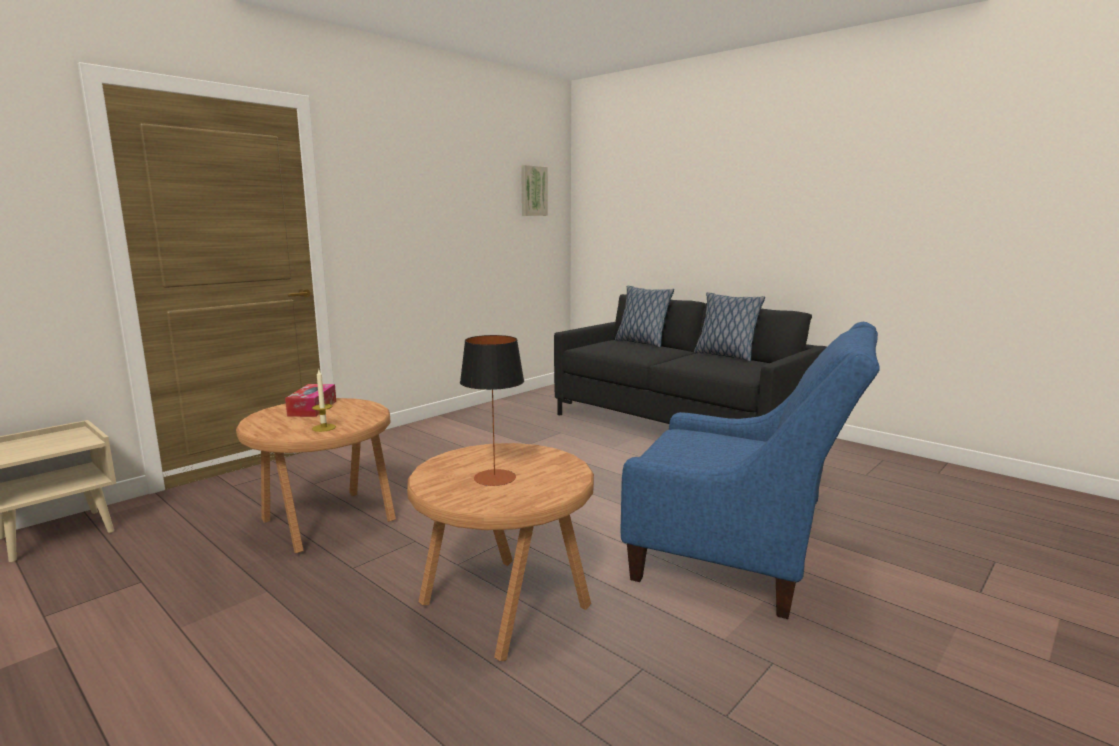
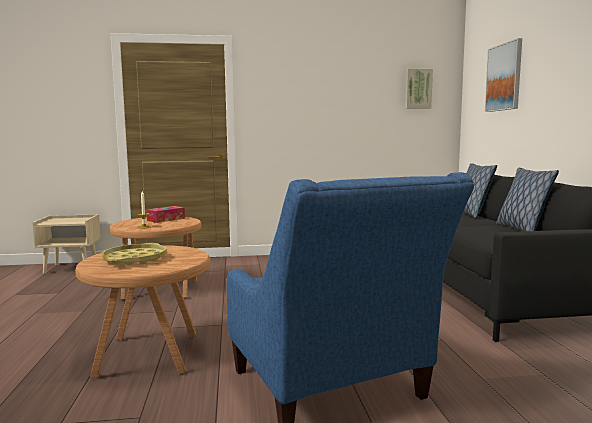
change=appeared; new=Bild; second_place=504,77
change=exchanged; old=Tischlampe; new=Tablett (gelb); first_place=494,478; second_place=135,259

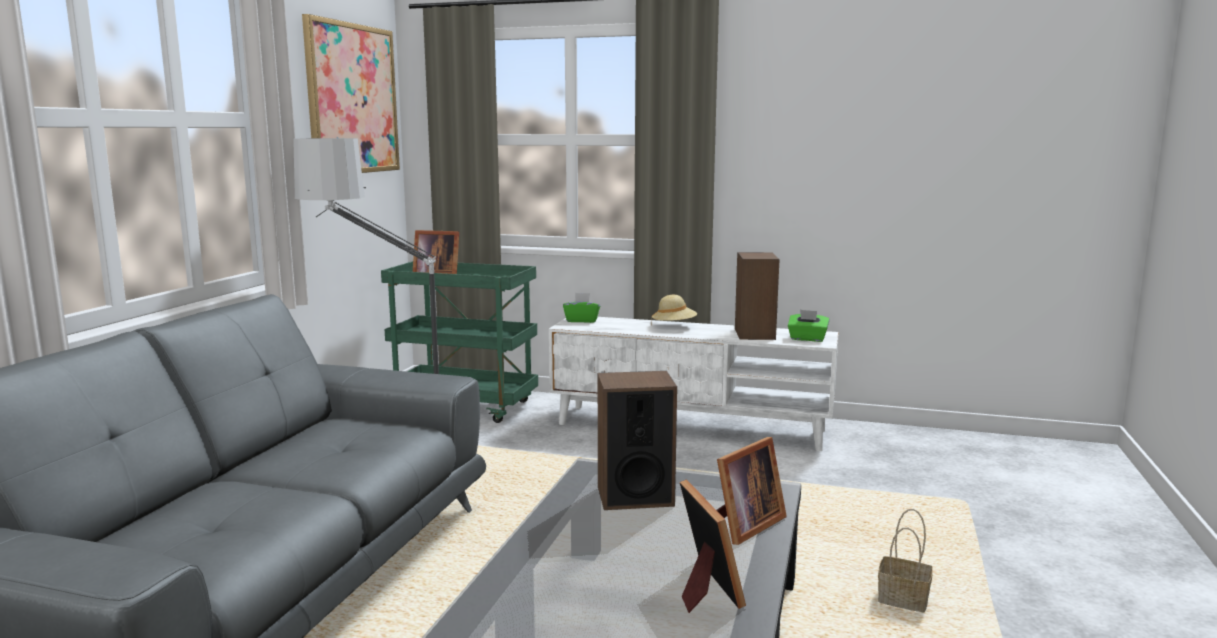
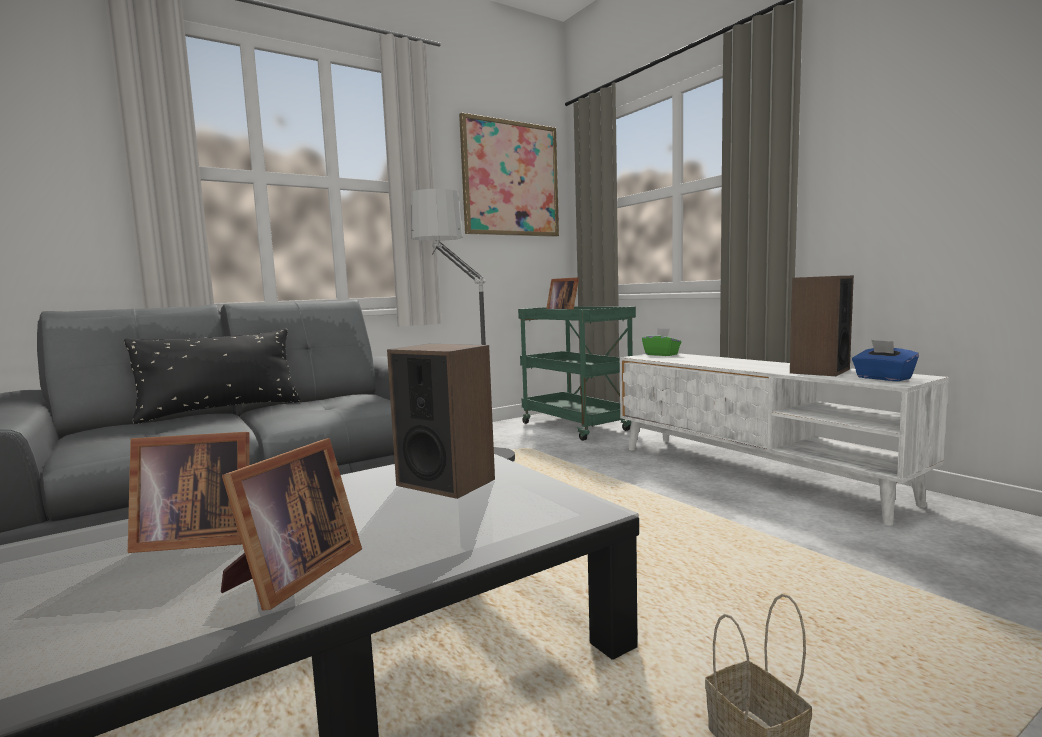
change=missing; old=Hut (beige); first_place=674,326
change=appeared; new=Kissen (schwarz); second_place=221,411
change=relocated; old=Bilderrahmen; first_place=743,526; second_place=195,539
change=colour; old=Taschentuchbox (grün); new=Taschentuchbox (blau); first_place=807,339; second_place=883,378

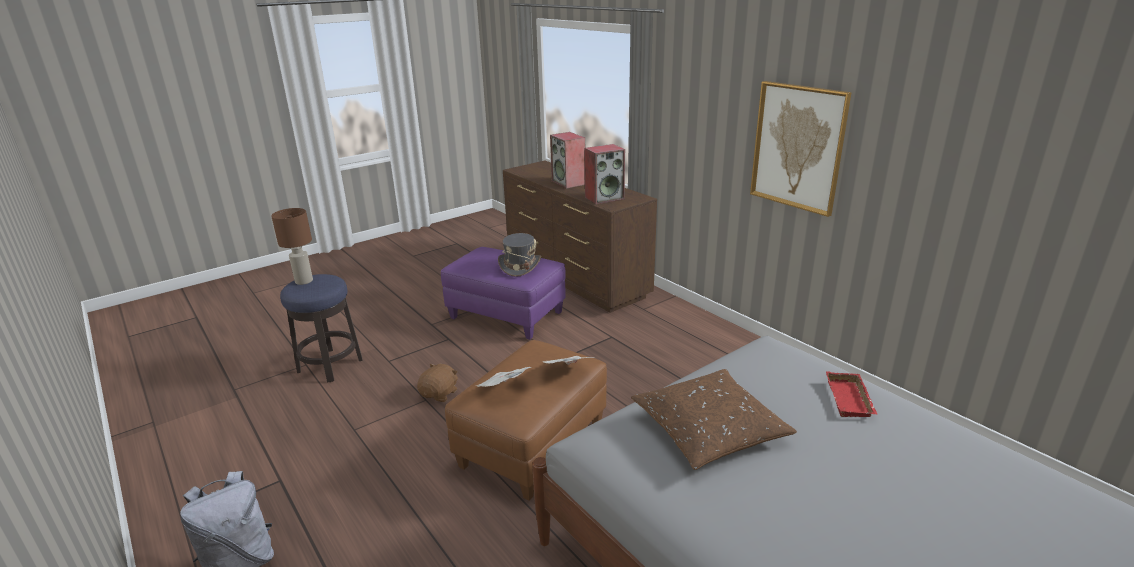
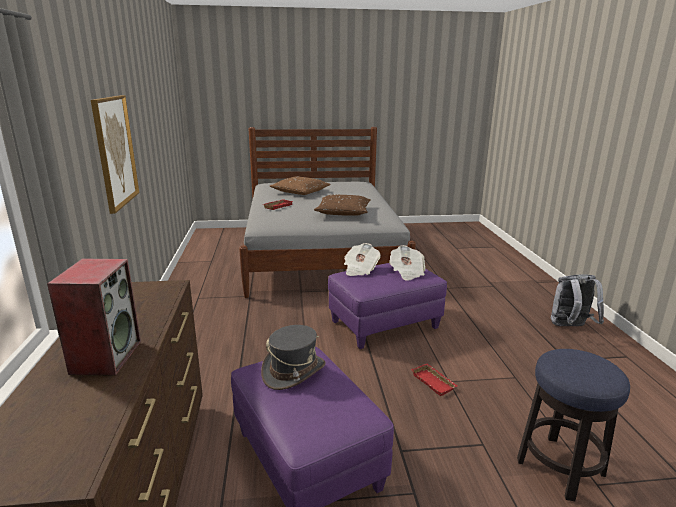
change=missing; old=Tischlampe (braun); first_place=304,281
change=missing; old=Lautsprecher; first_place=604,198
change=appeared; new=Kissen (braun); second_place=300,192
change=exchanged; old=Plüschtier (braun); new=Tablett (rot); first_place=440,394; second_place=434,382
change=colour; old=Polsterhocker (braun); new=Polsterhocker (lila); first_place=533,446; second_place=384,325

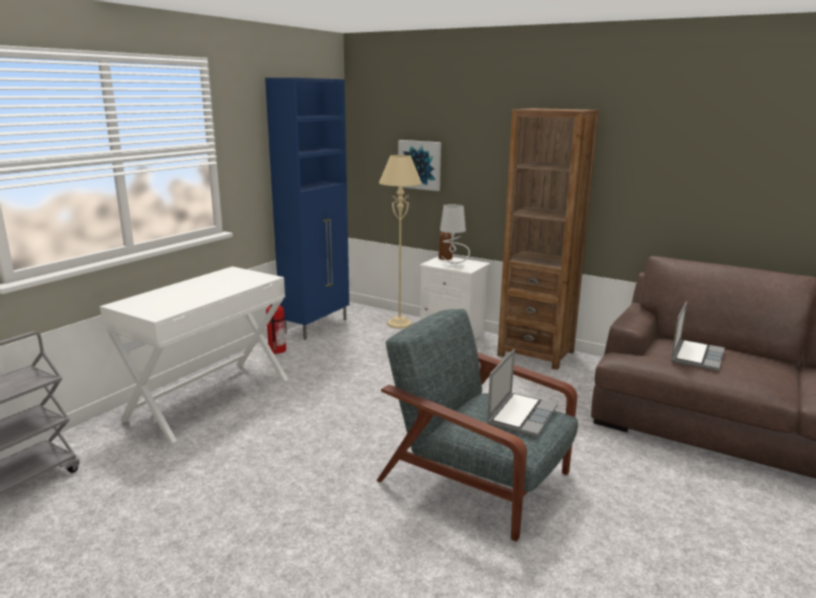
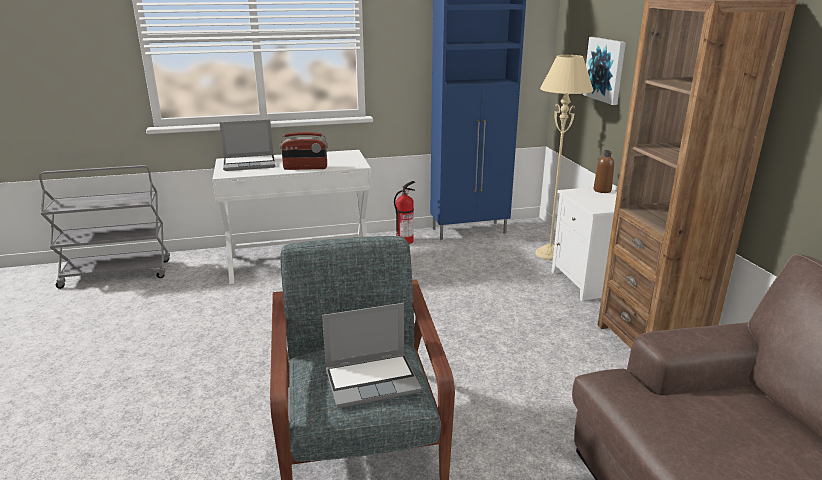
change=missing; old=Tischlampe (grau); first_place=452,265
change=appeared; new=Radio; second_place=305,168
change=relocated; old=Laptop; first_place=696,356; second_place=250,164

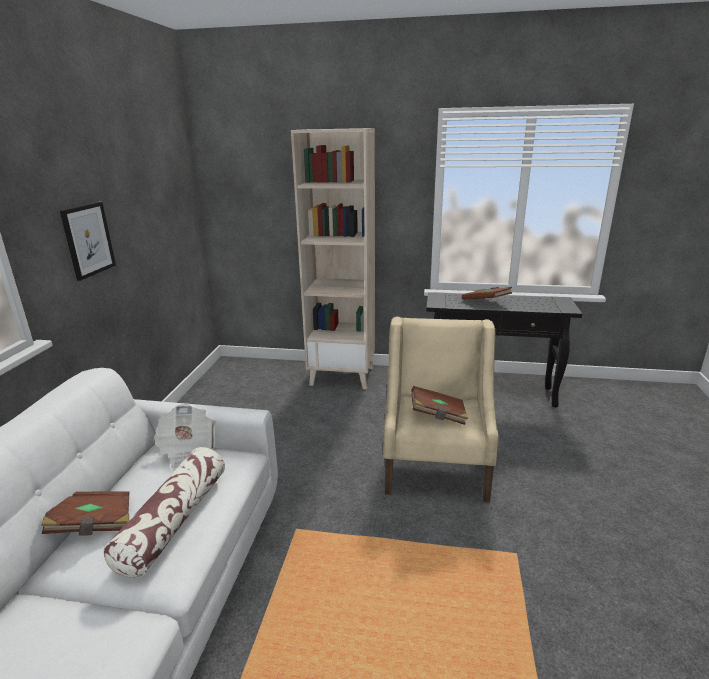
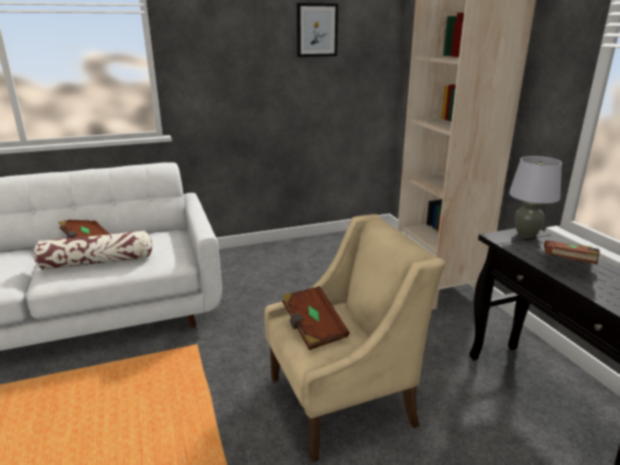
change=missing; old=Zeitung; first_place=188,451
change=appeared; new=Tischlampe (grau); second_place=526,234
change=relocated; old=Bild; first_place=88,240; second_place=317,30

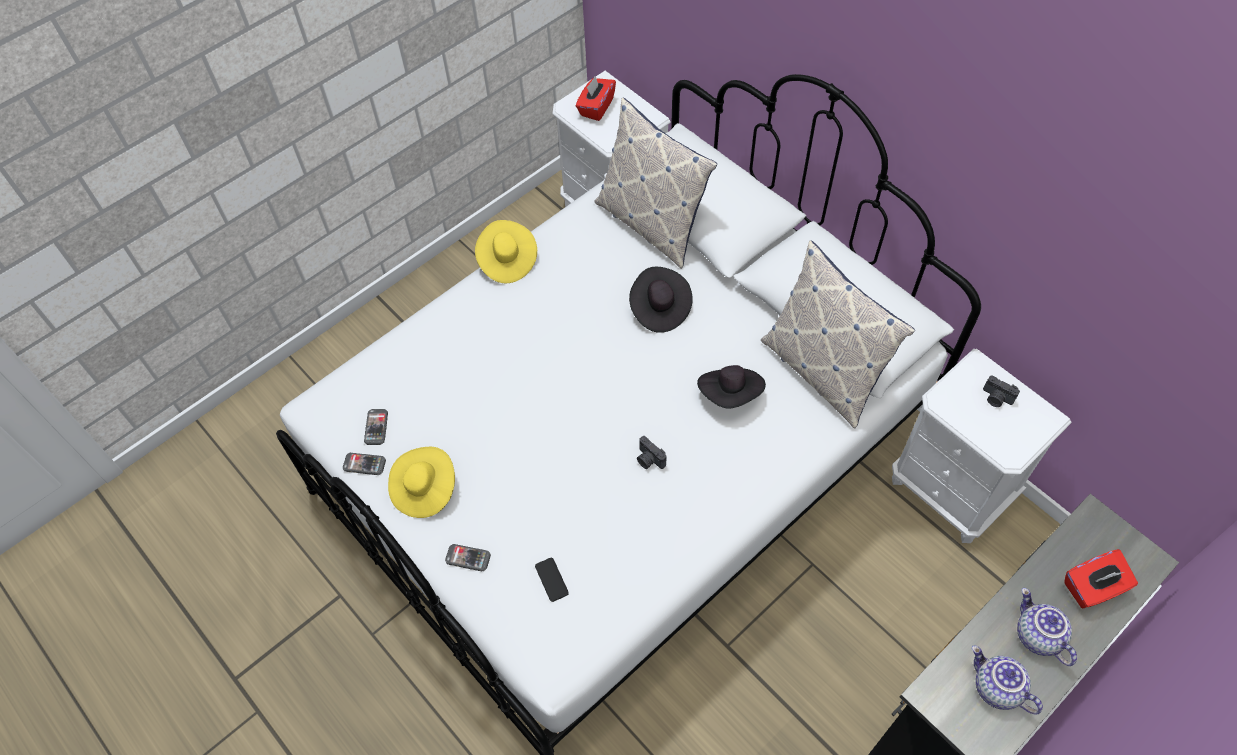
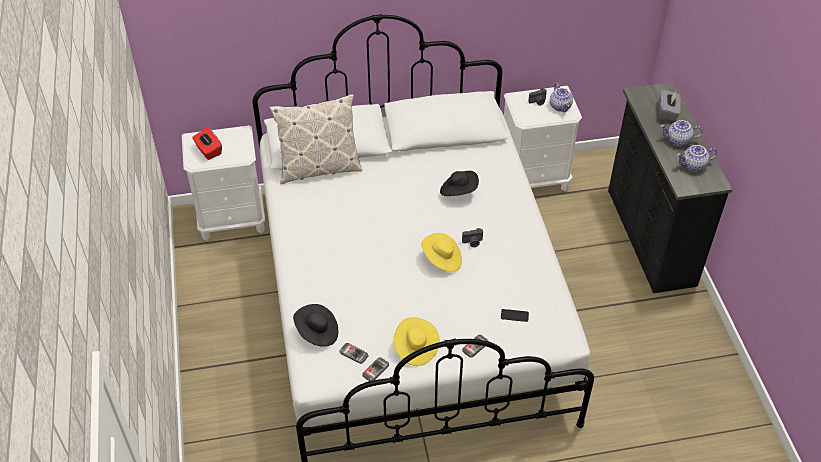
change=missing; old=Kissen; first_place=822,371
change=appeared; new=Teekanne; second_place=561,106
change=relocated; old=Hut (gelb); first_place=507,261; second_place=442,260
change=relocated; old=Hut (schwarz); first_place=659,308; second_place=317,332
change=colour; old=Taschentuchbox (rot); new=Taschentuchbox (grau); first_place=1093,588; second_place=667,112

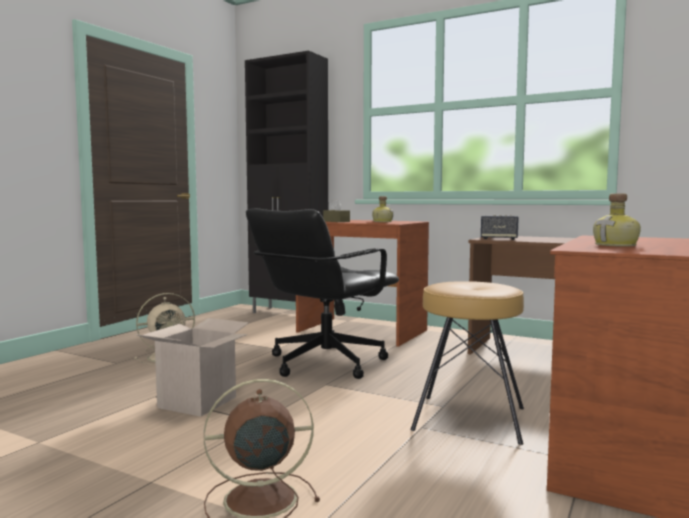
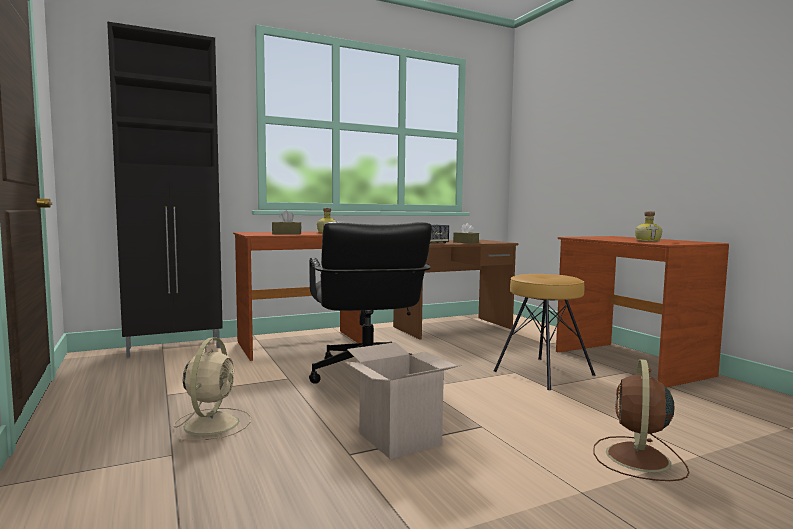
change=appeared; new=Taschentuchbox (braun); second_place=465,242

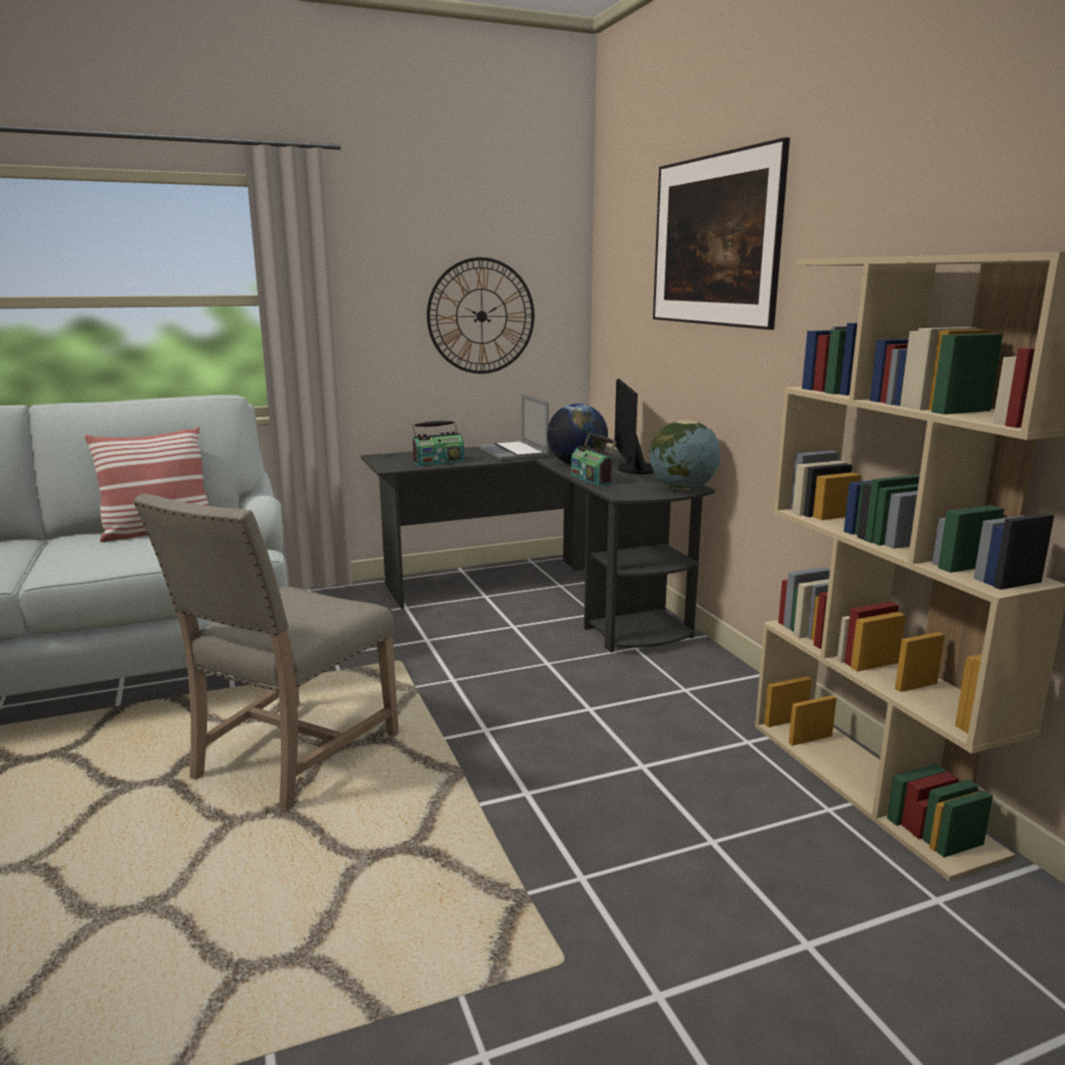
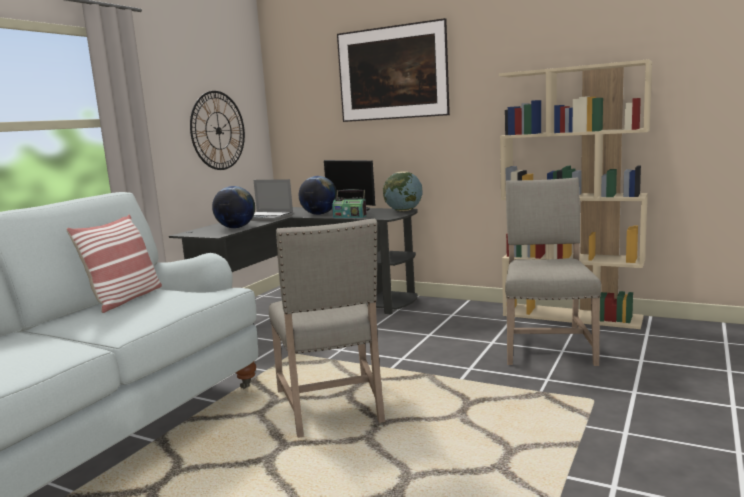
change=appeared; new=Stuhl (beige); second_place=546,346
change=exchanged; old=Radio; new=Globus; first_place=438,462; second_place=236,228

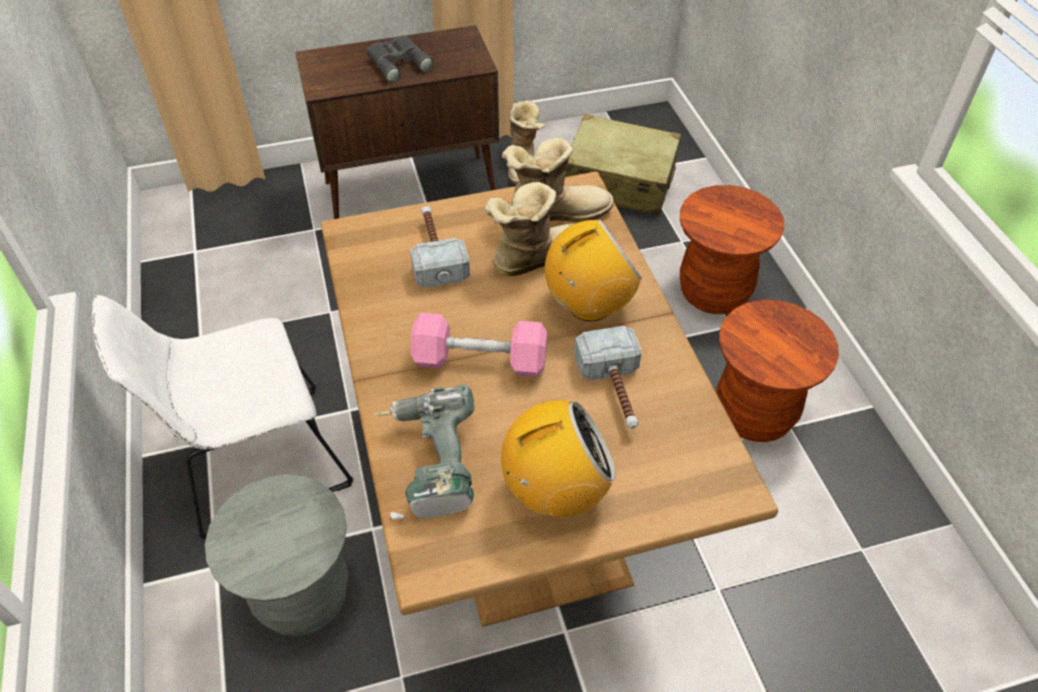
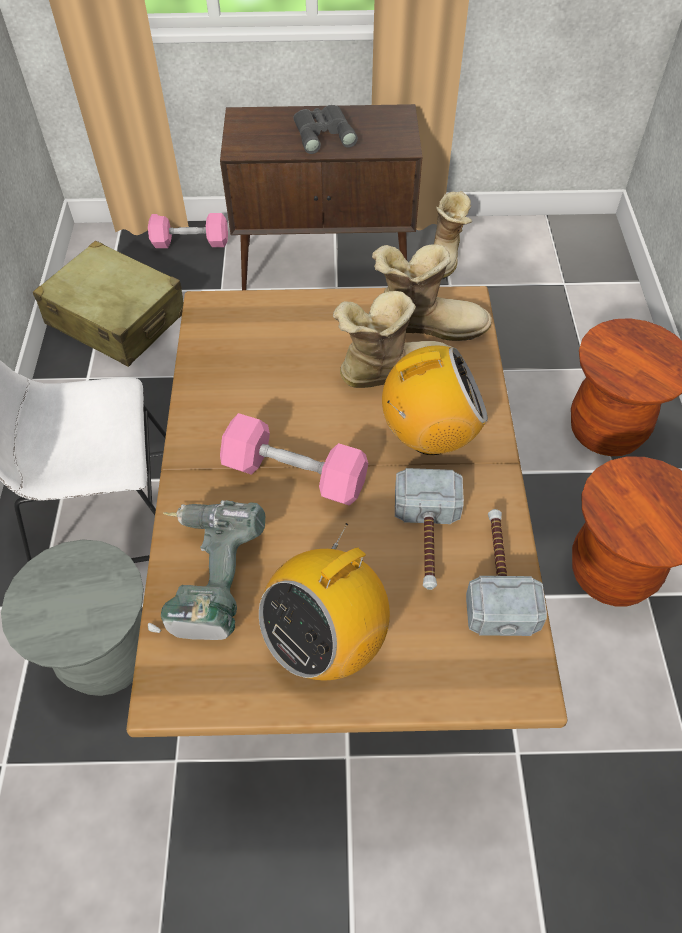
change=appeared; new=Hantel (rosa); second_place=190,242
change=relocated; old=Hammer; first_place=435,253; second_place=497,577
change=relocated; old=Koffer (beige); first_place=618,181; second_place=116,319
change=spun; old=Radio; first_place=556,492; second_place=326,640; degrees=135

